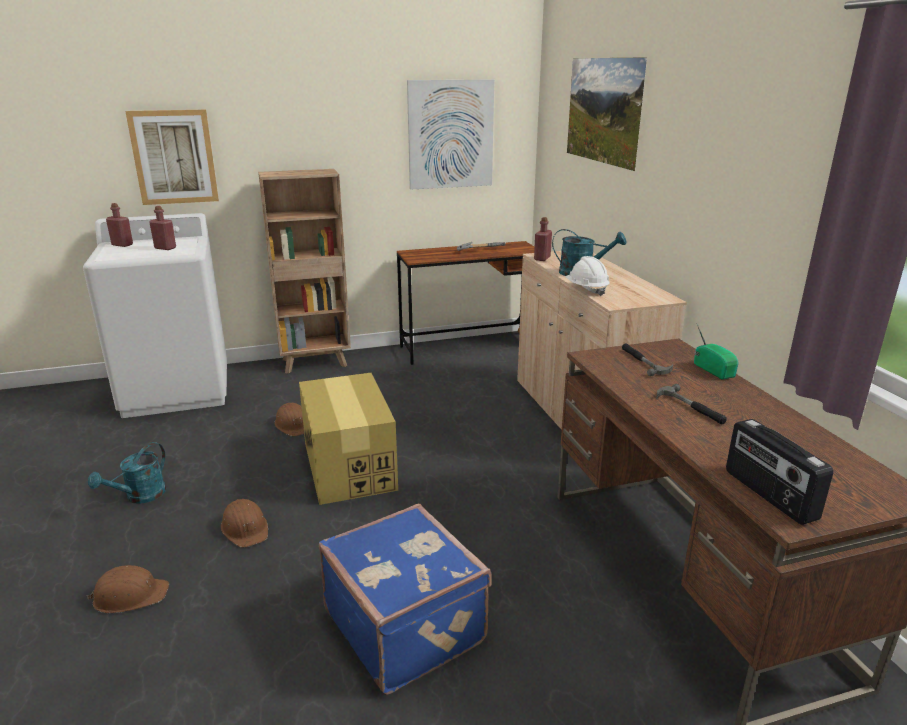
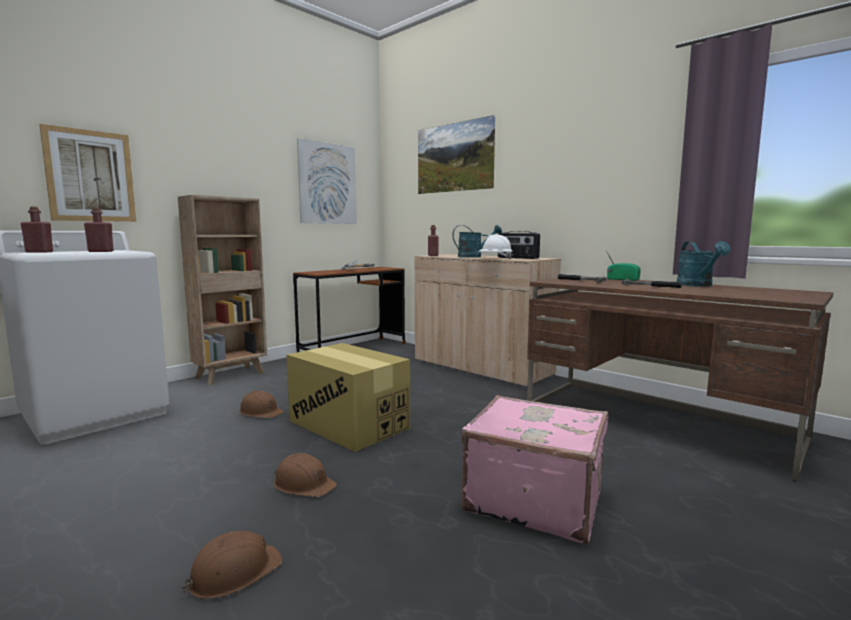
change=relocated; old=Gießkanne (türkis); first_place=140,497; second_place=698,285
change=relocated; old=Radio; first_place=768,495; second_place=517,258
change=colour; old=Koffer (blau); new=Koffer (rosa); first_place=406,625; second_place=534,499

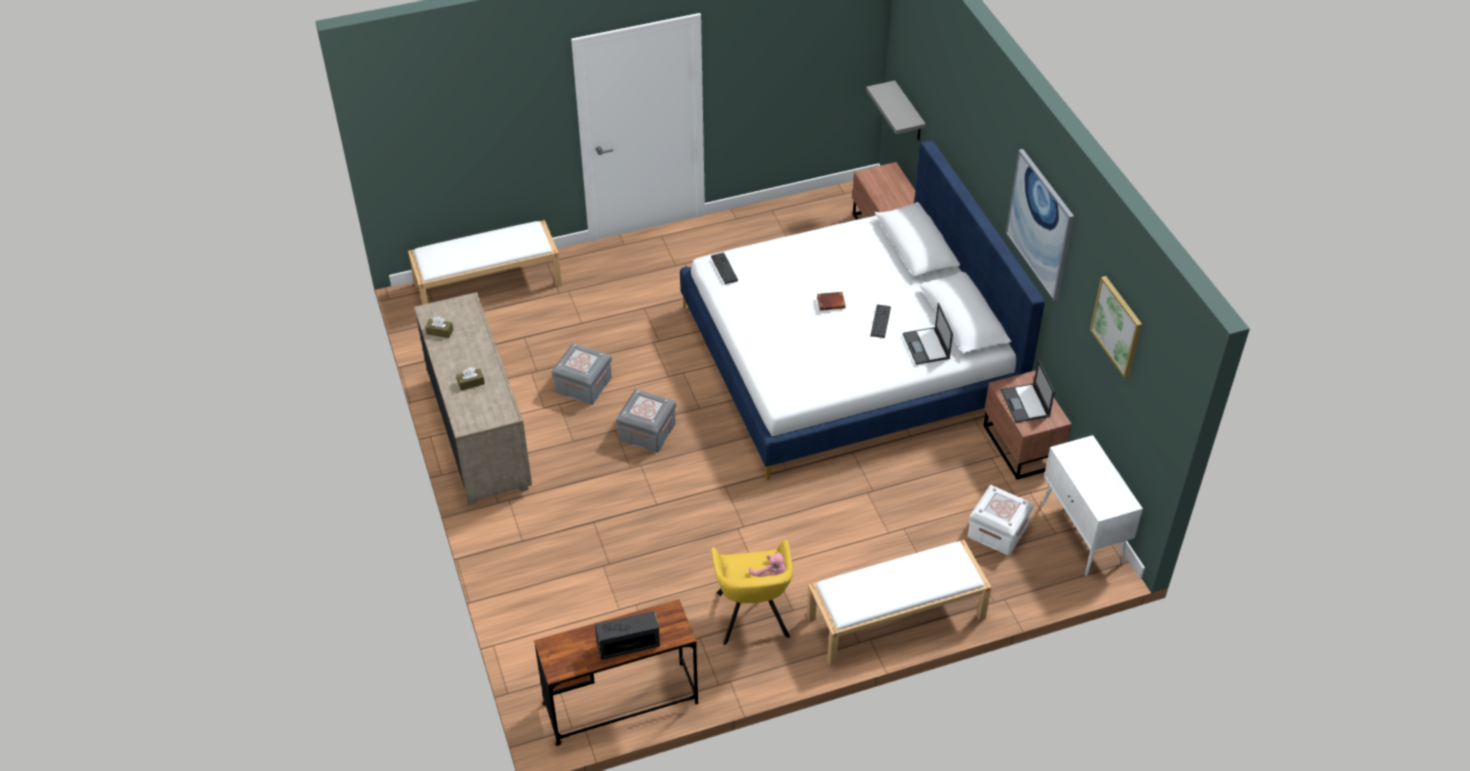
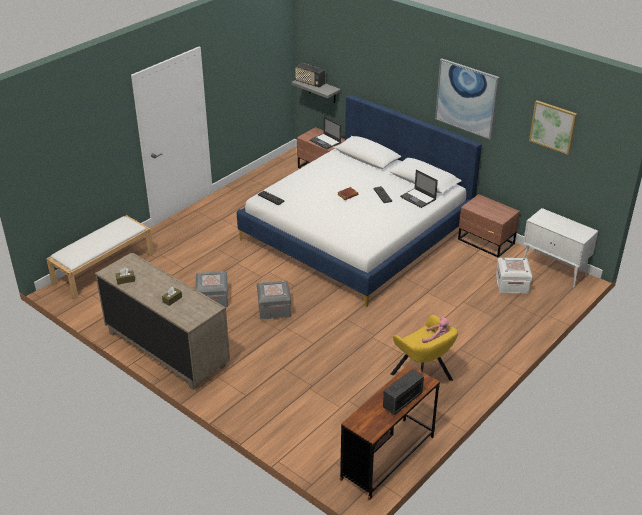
change=missing; old=Bank (weiß); first_place=895,618
change=appeared; new=Radio; second_place=310,83
change=relocated; old=Laptop; first_place=1025,404; second_place=325,141

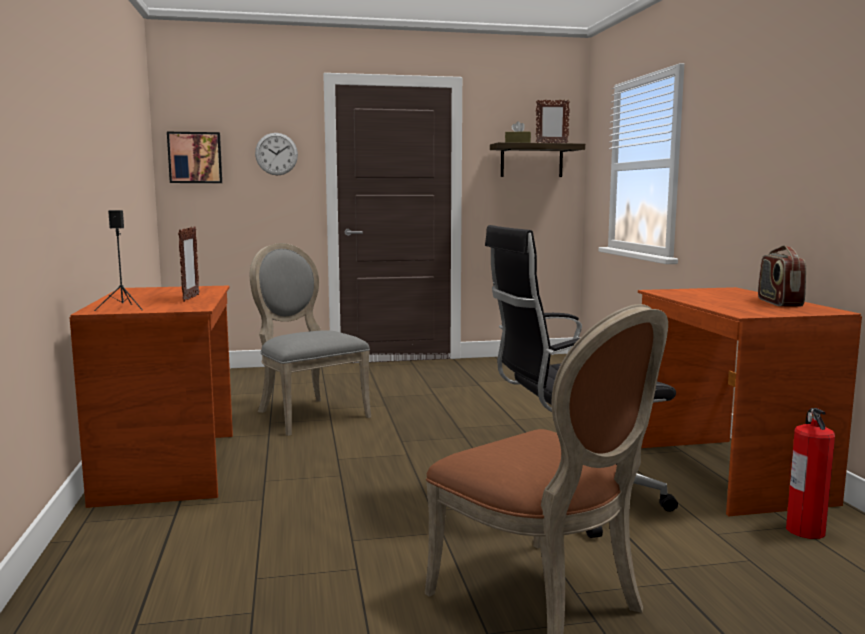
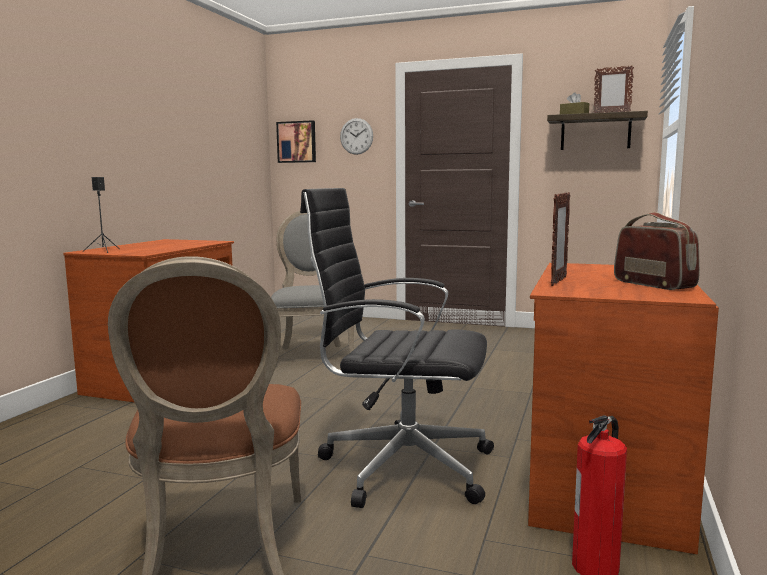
change=relocated; old=Bilderrahmen; first_place=190,298; second_place=558,281
change=spun; old=Radio; first_place=779,303; second_place=654,284; degrees=120

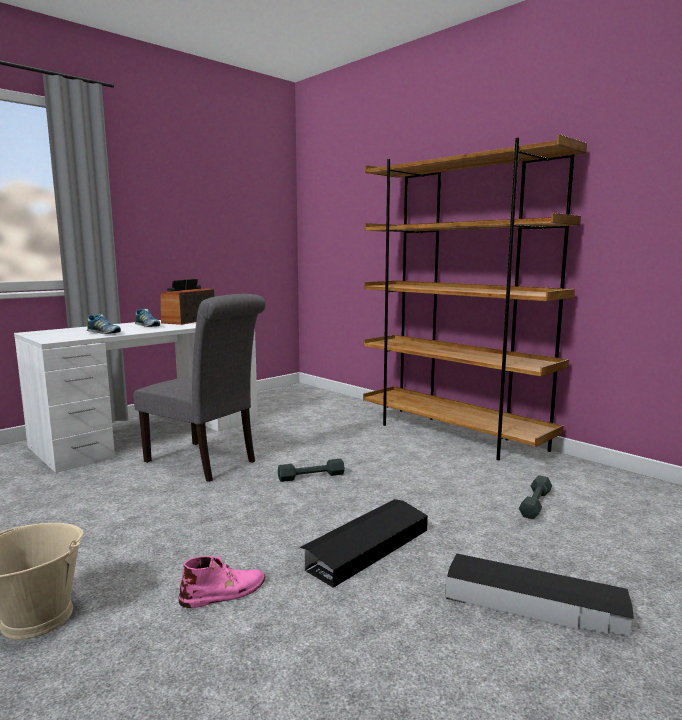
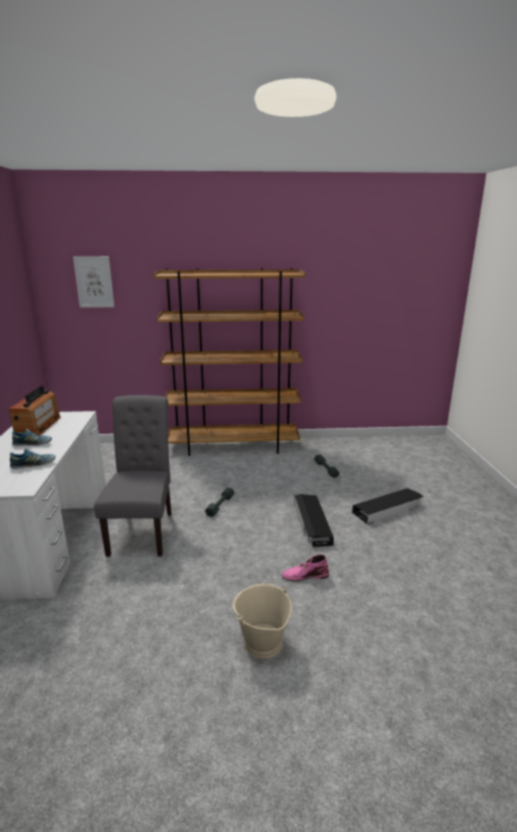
change=appeared; new=Bild; second_place=94,282
change=spun; old=Stuhl (grau); first_place=205,462; second_place=143,530; degrees=-75
change=spun; old=Radio; first_place=189,320; second_place=38,426; degrees=-150
change=spun; old=Stiefel (rosa); first_place=224,592; second_place=304,575; degrees=-105

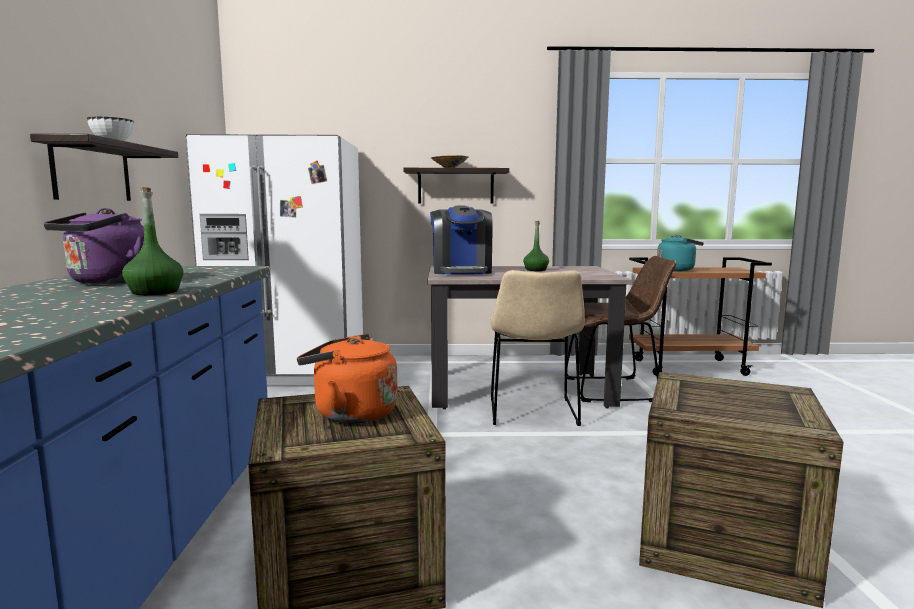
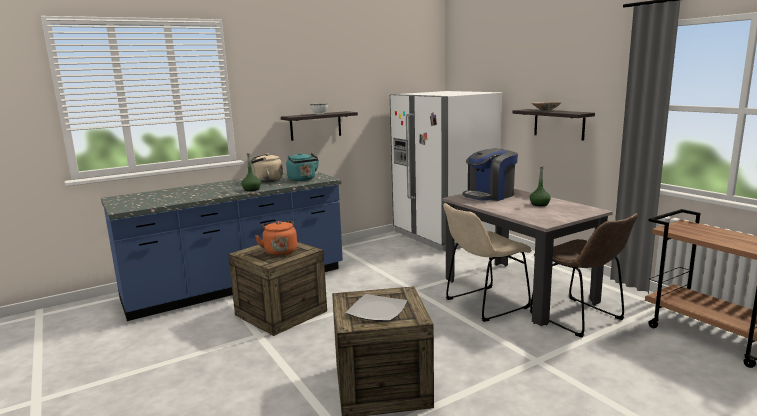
change=appeared; new=Teller; second_place=377,311
change=relocated; old=Wasserkessel (türkis); first_place=677,270; second_place=302,179
change=colour; old=Wasserkessel (lila); new=Wasserkessel (beige); first_place=107,282; second_place=267,180

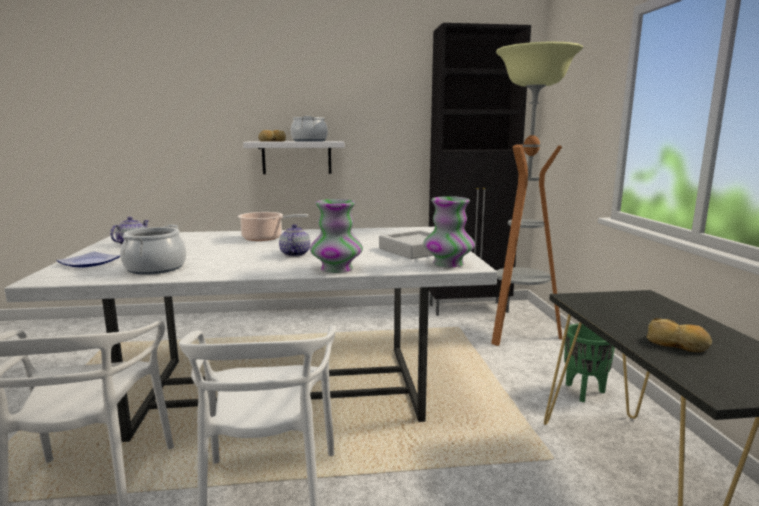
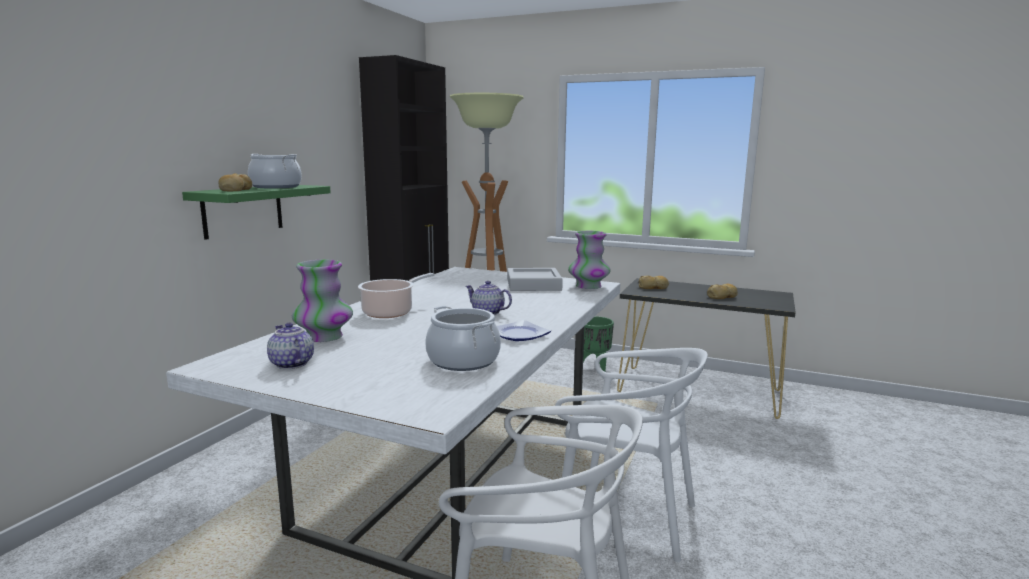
change=appeared; new=Brot; second_place=653,287
change=relocated; old=Teller; first_place=91,263; second_place=519,334
change=relocated; old=Vase; first_place=337,269; second_place=324,337
change=colour; old=Wandregal (weiß); new=Wandregal (grün); first_place=296,157; second_place=243,210

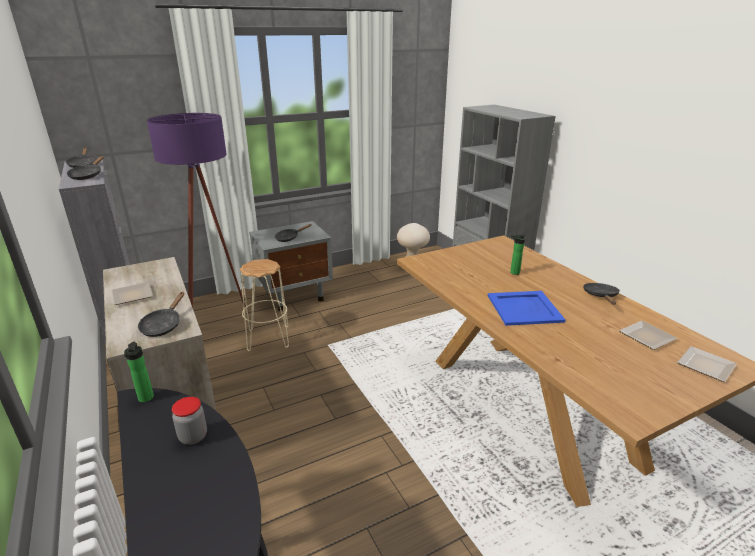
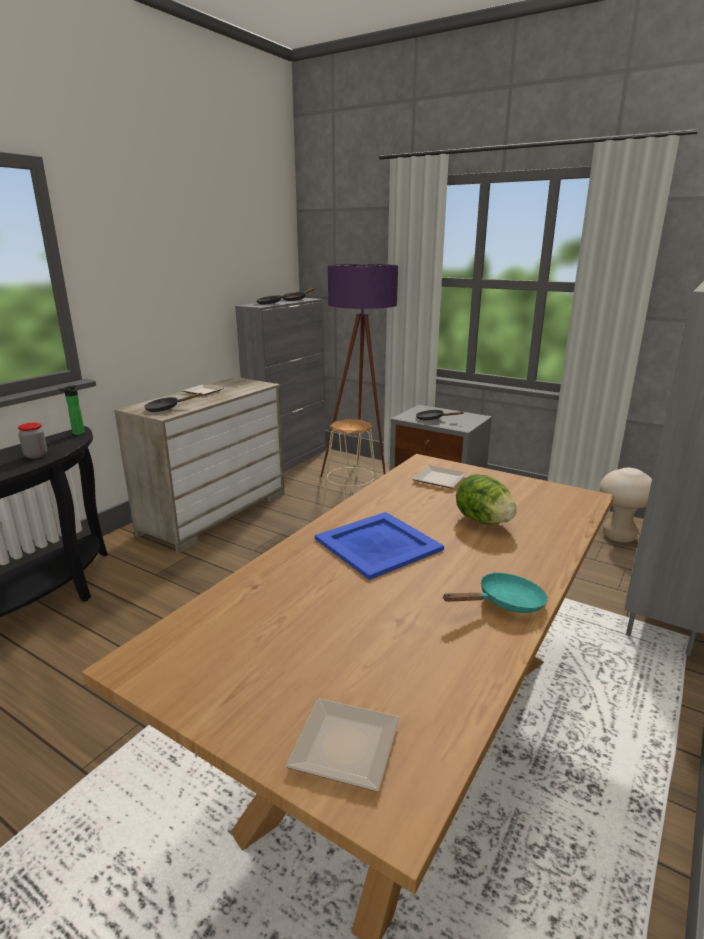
change=relocated; old=Teller; first_place=648,337; second_place=440,480
change=exchanged; old=Flasche; new=Salatkopf; first_place=513,273; second_place=483,521
change=colour; old=Pfanne (schwarz); new=Pfanne (türkis); first_place=601,296; second_place=505,603

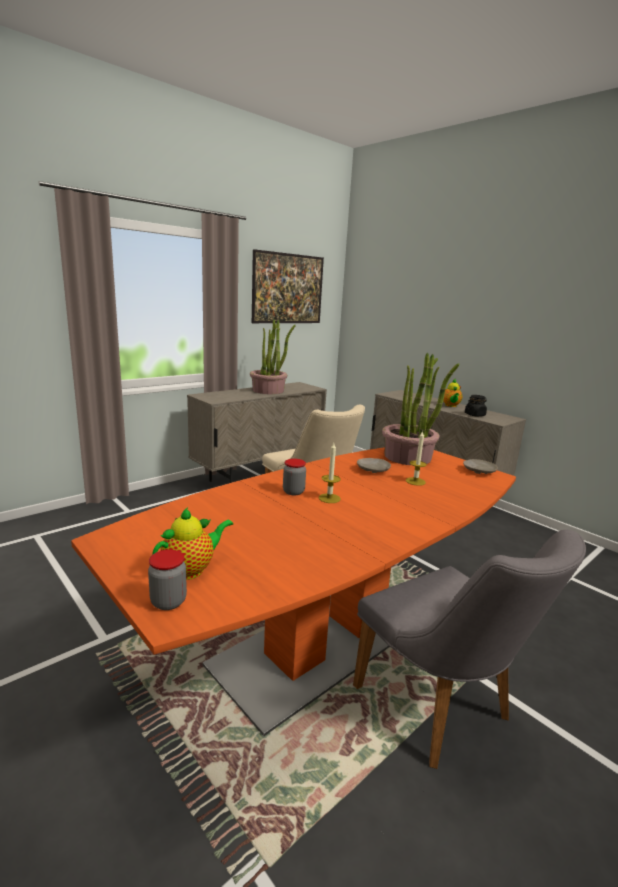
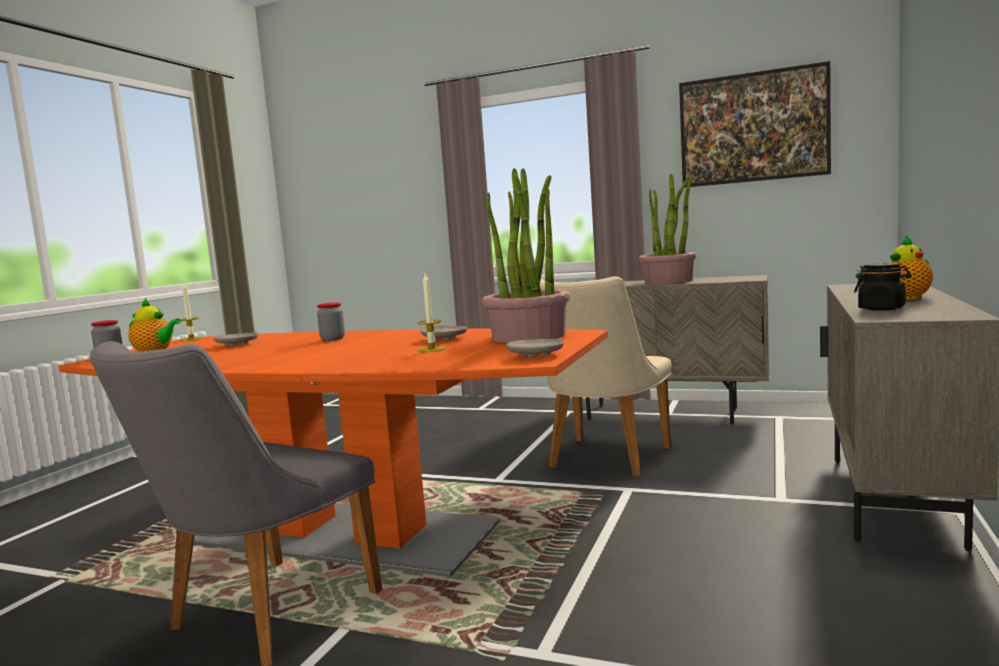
change=appeared; new=Teller (beige); second_place=237,344
change=relocated; old=Kerze; first_place=329,498; second_place=191,339

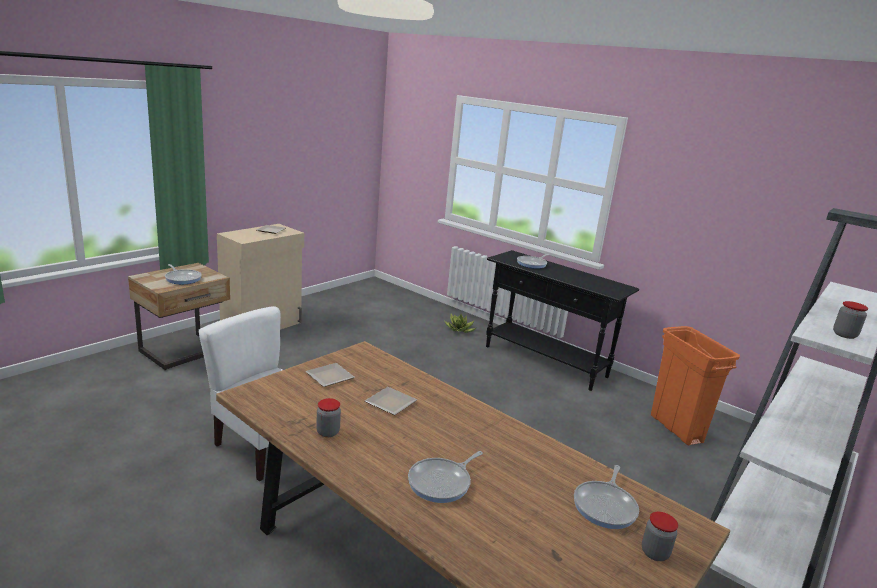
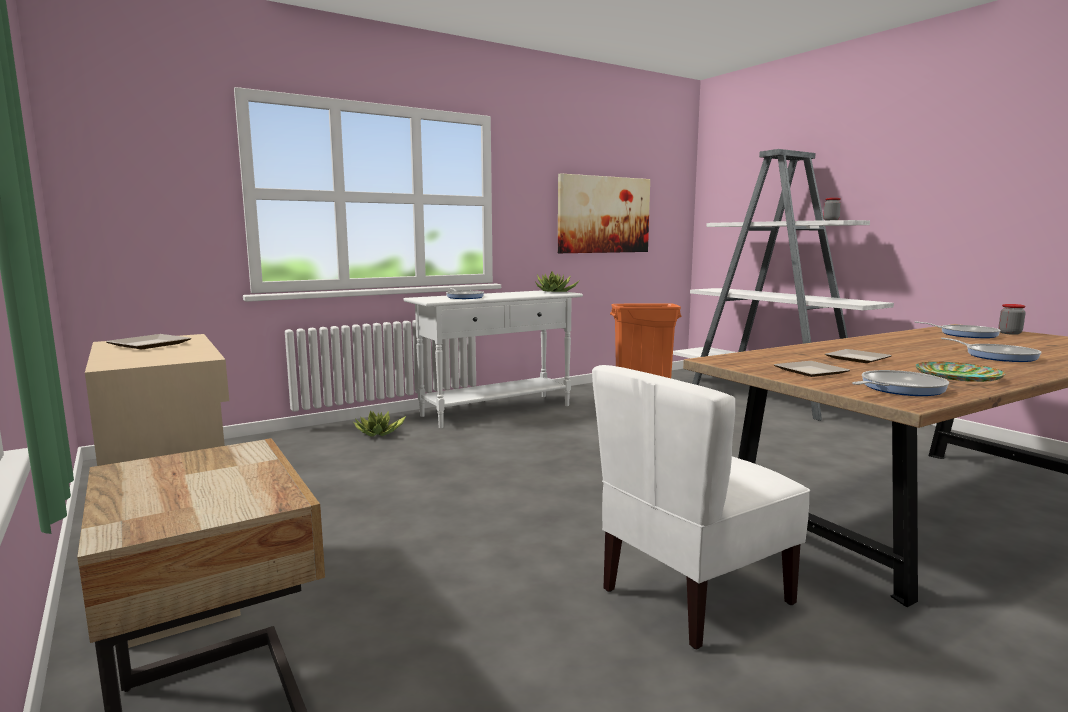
change=appeared; new=Topfpflanze; second_place=555,292
change=appeared; new=Bild; second_place=604,215
change=relocated; old=Pfanne; first_place=182,278; second_place=898,388
change=exchanged; old=Vorratsglas; new=Teller; first_place=328,432; second_place=957,377
change=colour; old=Konsolentisch (schwarz); new=Konsolentisch (weiß); first_place=545,362; second_place=497,411

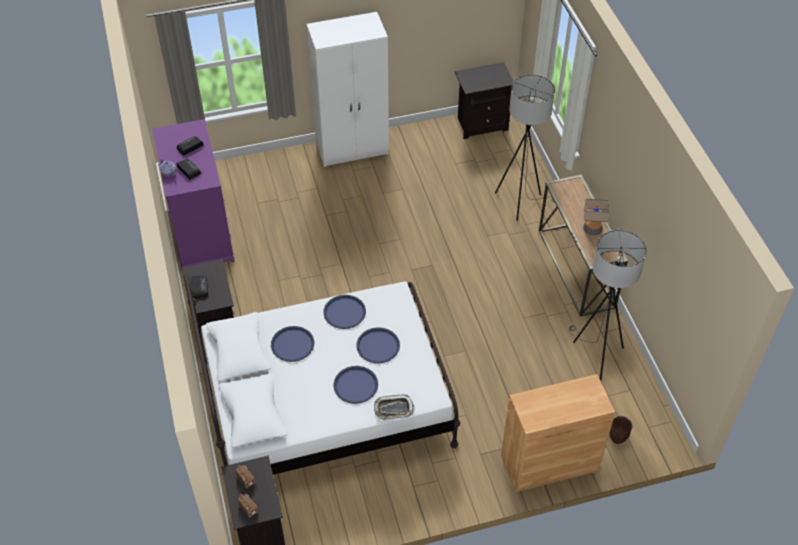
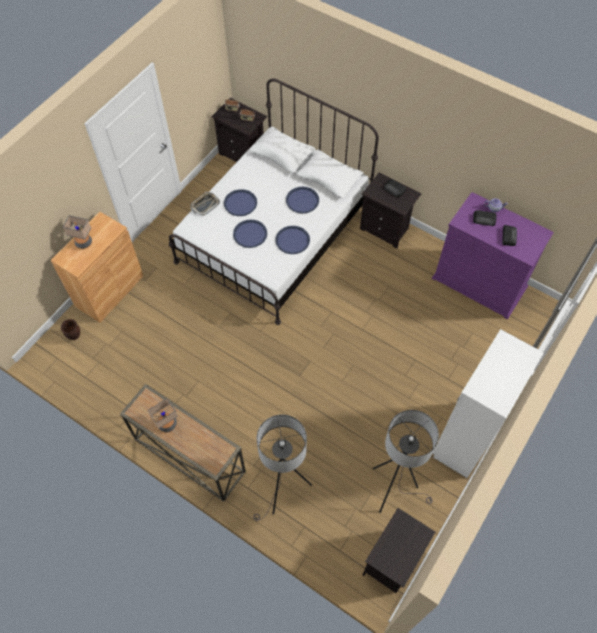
change=appeared; new=Tischlampe; second_place=83,242
change=relocated; old=Stehlampe (grau); first_place=594,355; second_place=394,488

